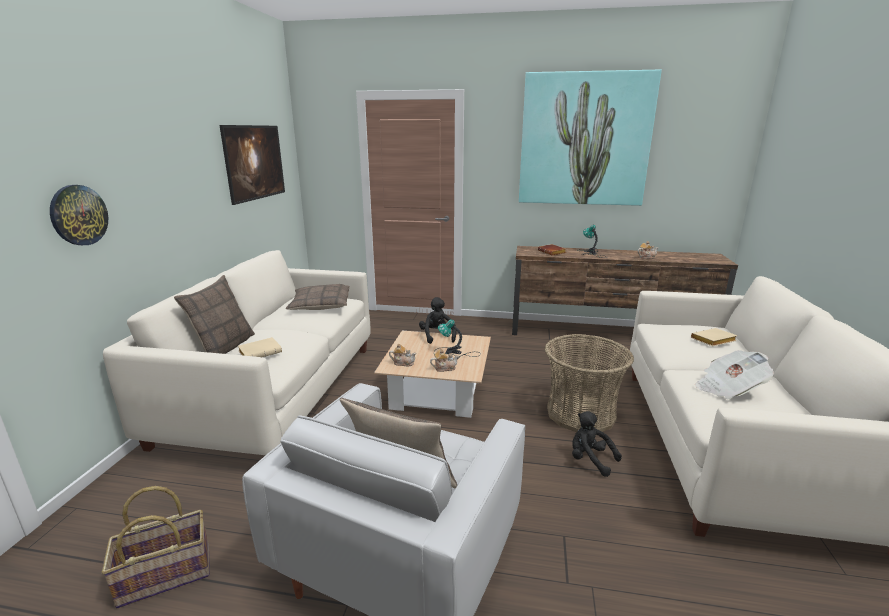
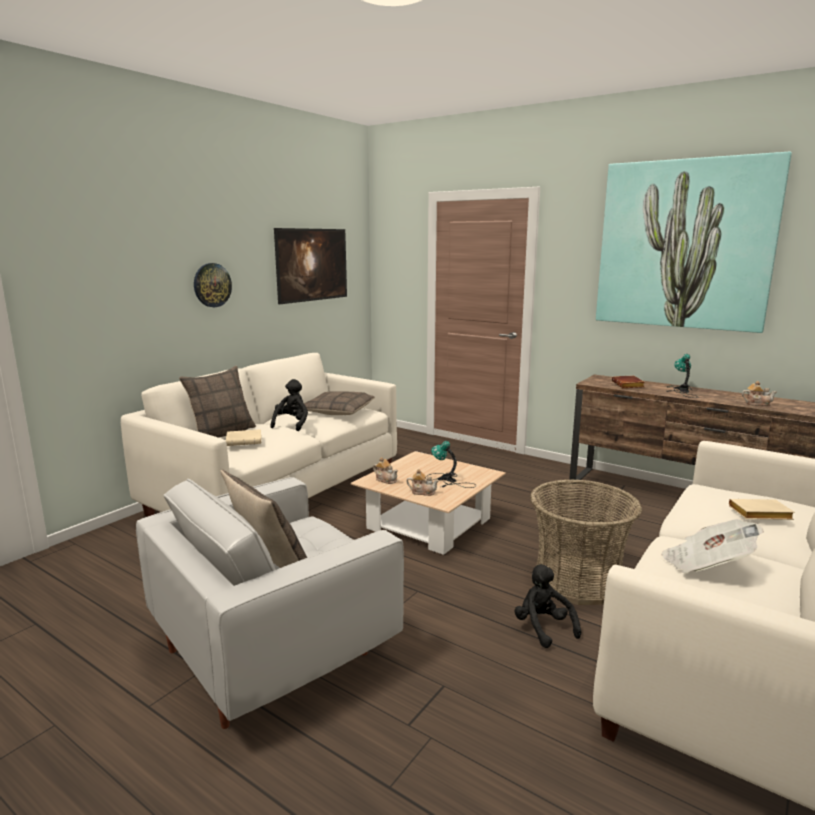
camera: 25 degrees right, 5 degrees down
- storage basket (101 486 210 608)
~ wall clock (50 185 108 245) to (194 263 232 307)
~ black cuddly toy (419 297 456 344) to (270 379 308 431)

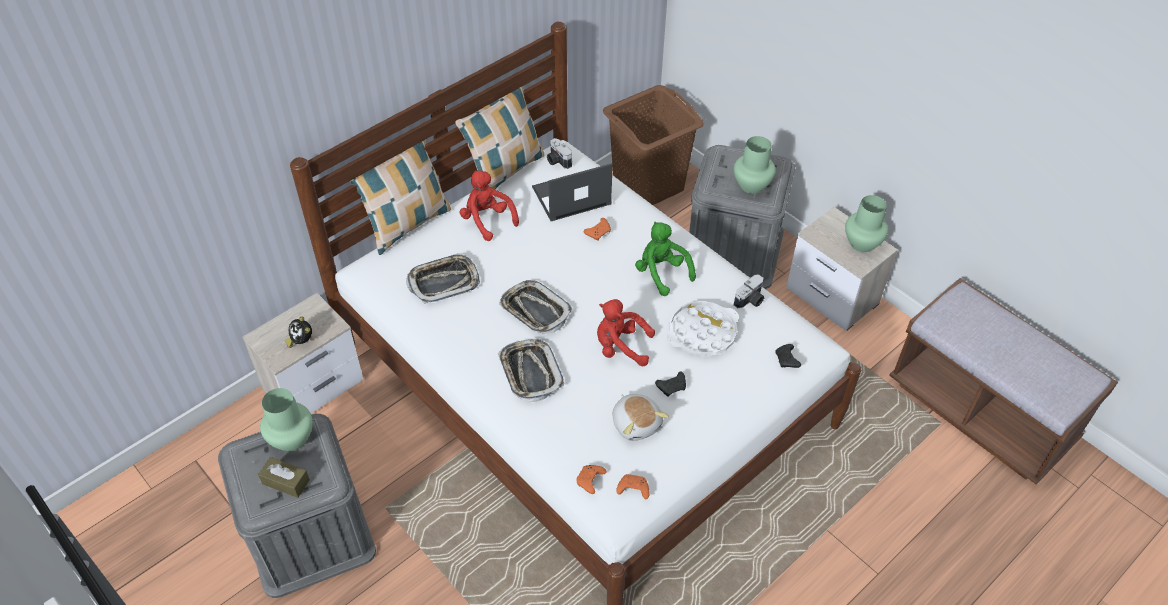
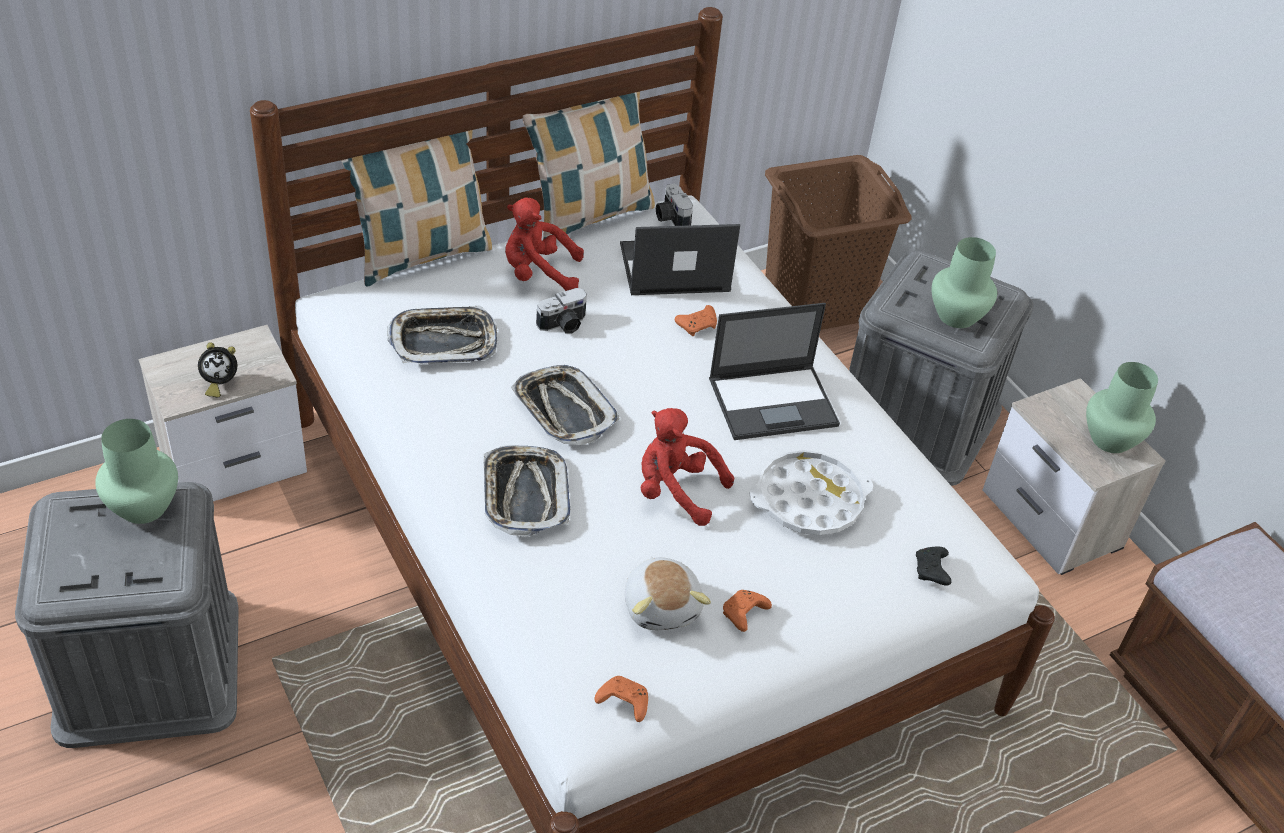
camera: 10 degrees right, 5 degrees down
- brownish tissue box (258 457 310 498)
- black joypad (655 371 686 397)
~ orange-coloured joypad (576 465 606 494) to (723 590 772 632)
~ photo camera (734 274 764 308) to (536 288 587 334)
~ green-coloured cuddly toy (635 222 696 296) to portable computer (709 303 840 440)
~ alarm clock (285 316 312 348) = (198 342 237 397) 75 degrees counterclockwise
~ reddish cuddly toy (459 170 519 241) = (505 198 584 291) 60 degrees counterclockwise

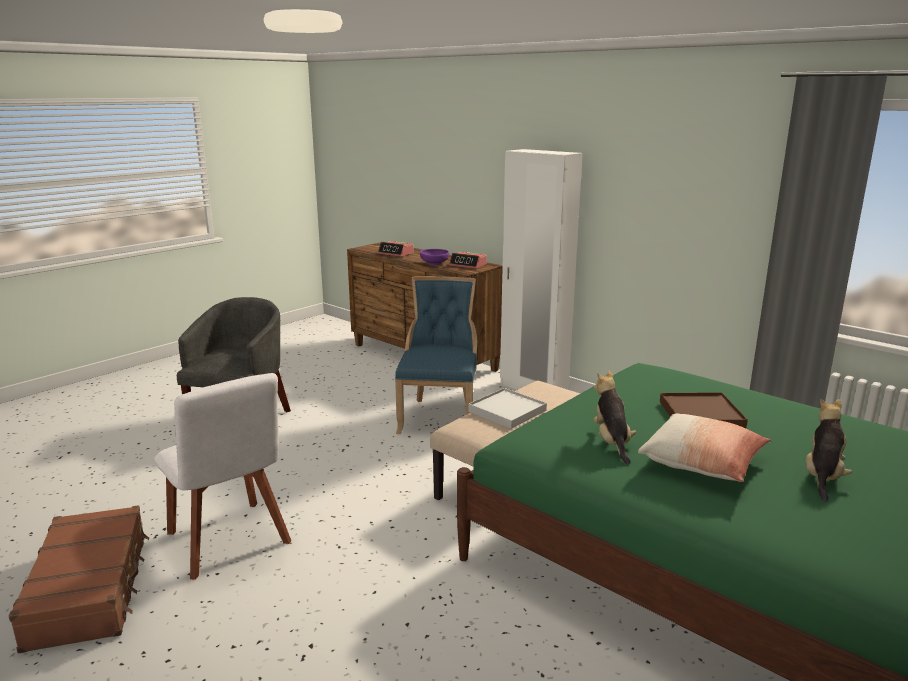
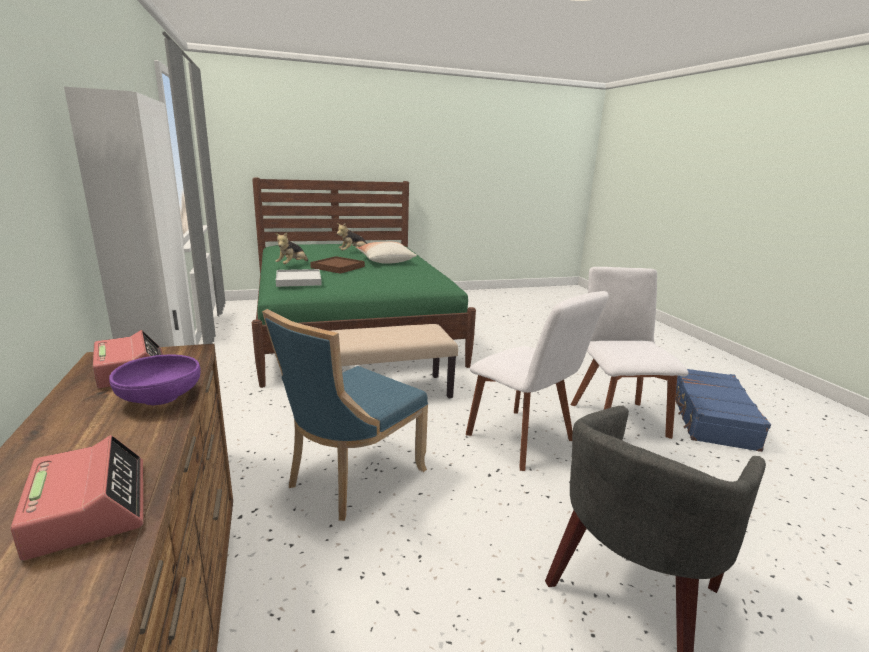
camera: 150 degrees left, 0 degrees up
+ whitish chair (466 291 609 471)
~ whitish carrying tray (468 388 547 429) to (276 269 322 287)
~ cuddly toy (594 370 636 465) to (275 232 308 264)
~ brownish travel case (8 505 149 653) to blue travel case (676 369 771 452)

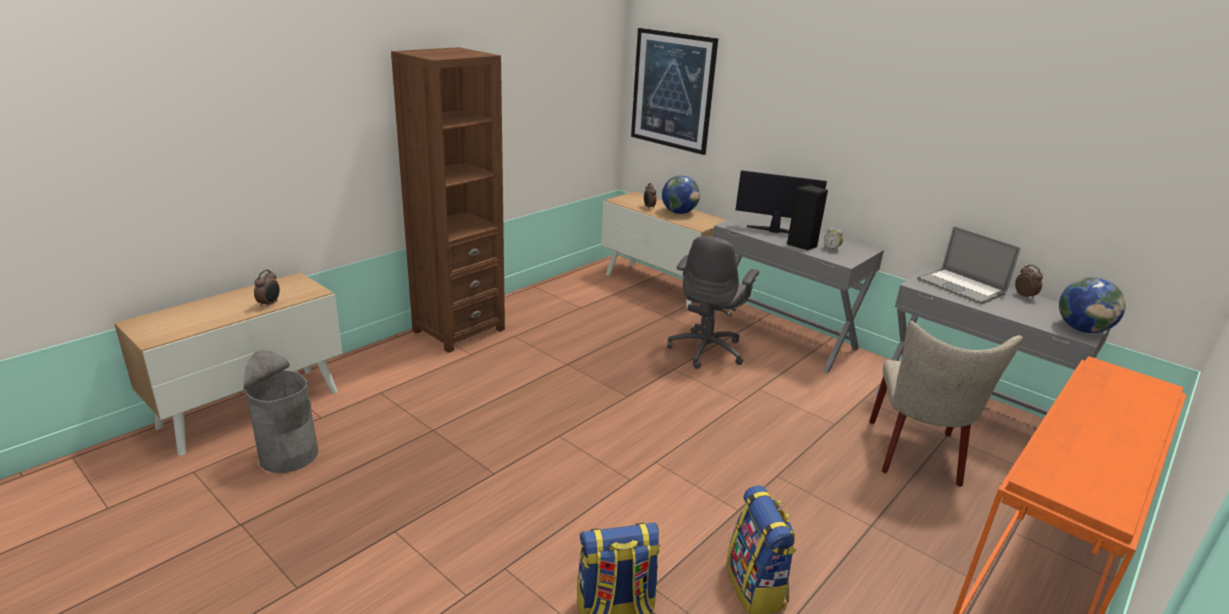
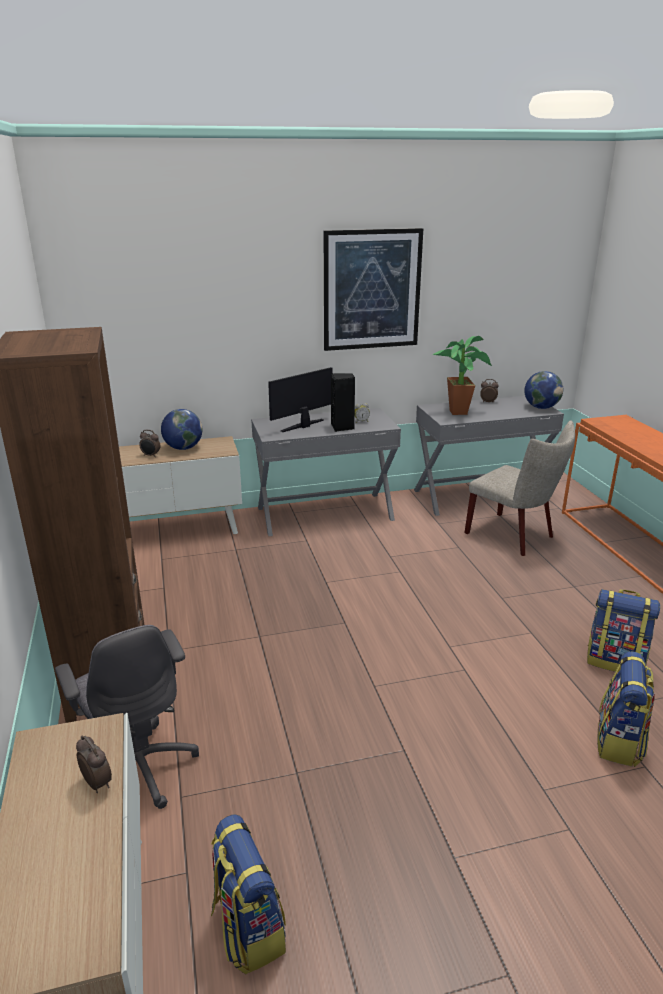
camera: 55 degrees left, 0 degrees up
~ wall picture (631 28 718 155) to (324 228 423 351)
~ grey computer chair (667 236 759 369) to (55 625 199 809)
~ grey waste bin (244 350 319 473) to rucksack (211 814 286 975)
~ portable computer (917 226 1020 304) to houseplant (432 336 492 415)

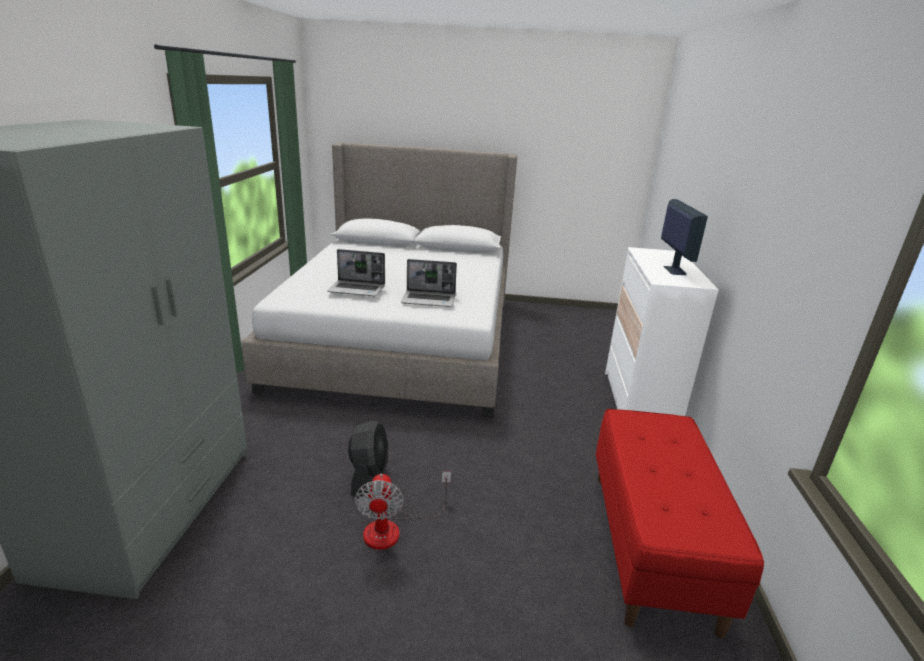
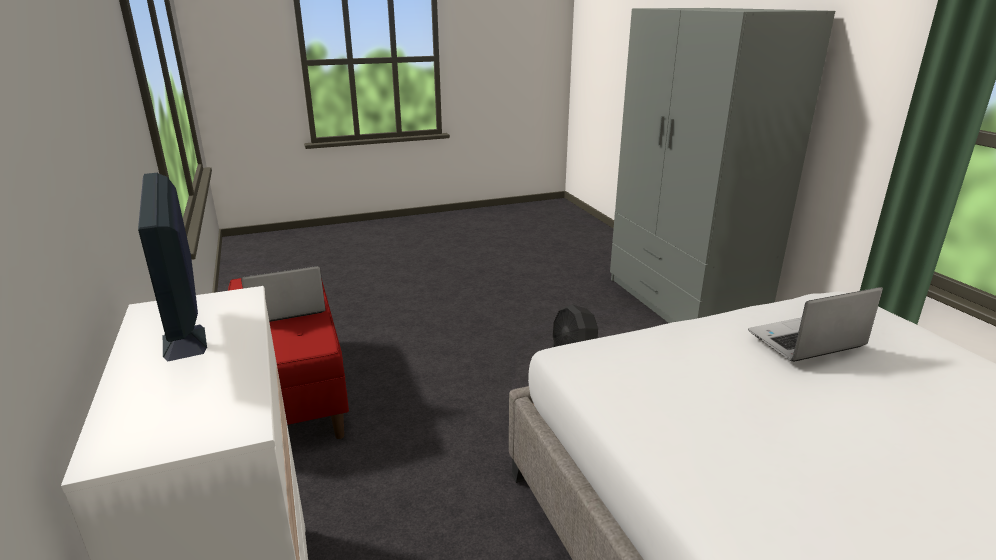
camera: 155 degrees right, 0 degrees up
- cooling fan (355 472 451 550)
~ portable computer (401 259 457 307) to (241 266 326 322)

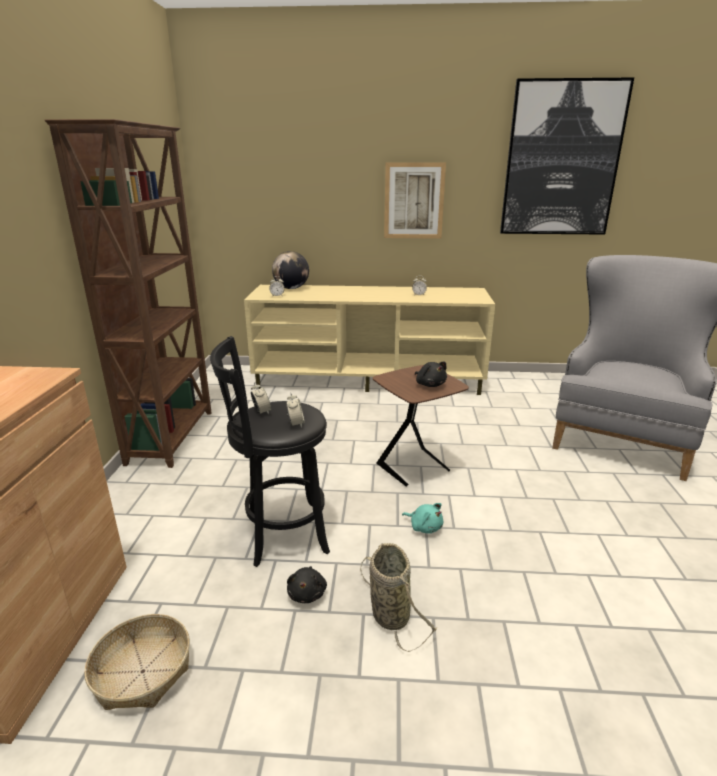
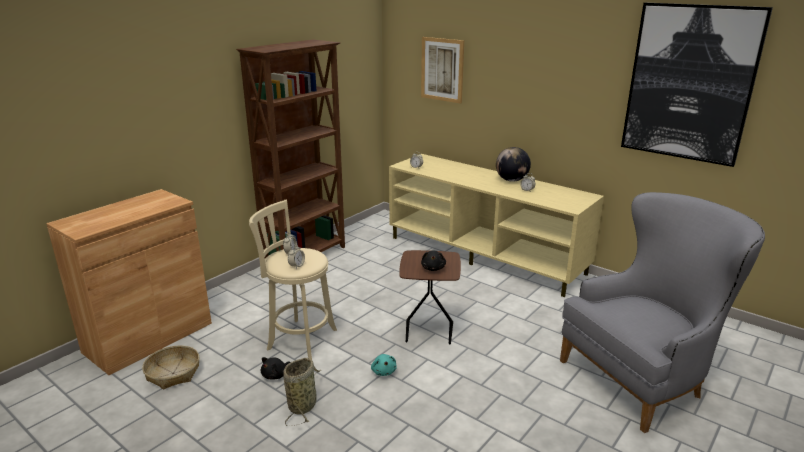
camera: 35 degrees right, 0 degrees up
~ desk globe (272 251 309 289) to (496 147 531 182)
~ wall picture (384 162 446 239) to (421 37 464 104)
~ black sitting stool (210 336 330 567) to sand-coloured sitting stool (249 200 337 360)

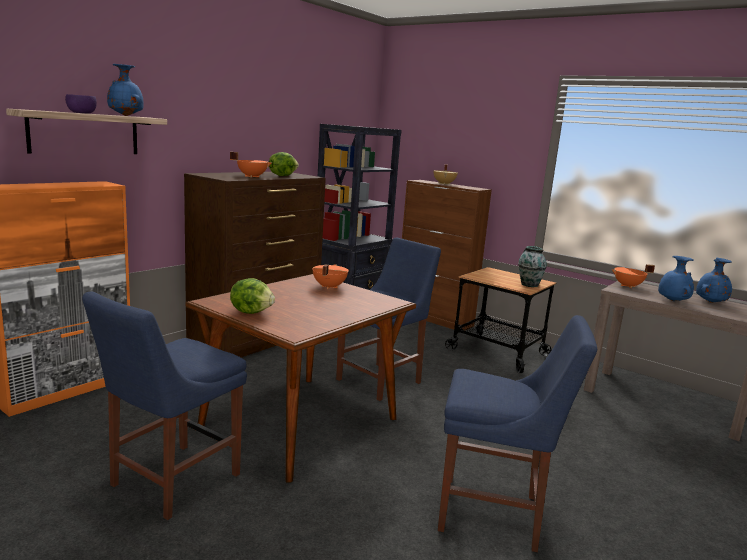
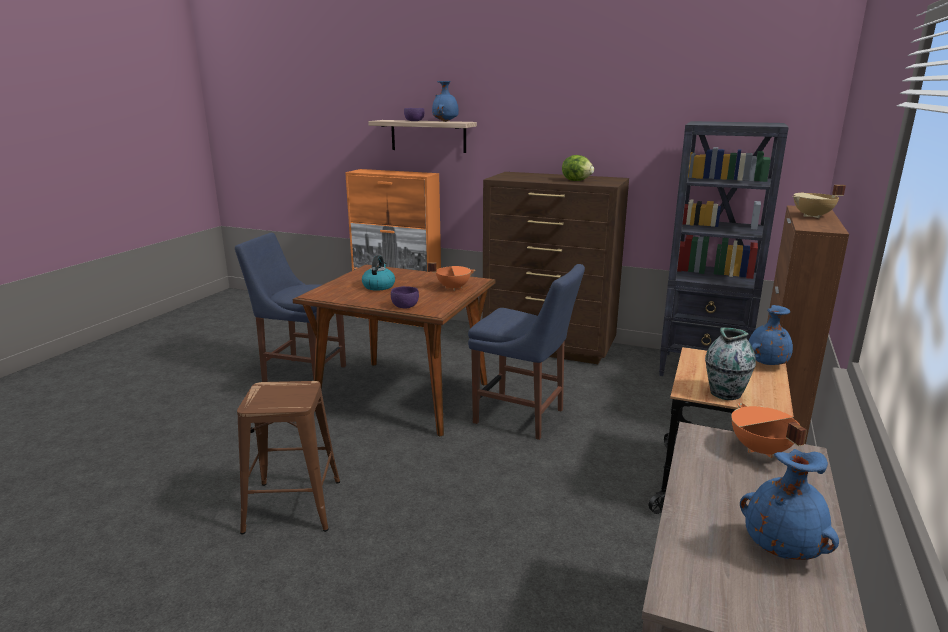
camera: 75 degrees right, 5 degrees up
- orange-coloured stockpot (230 152 272 178)
- head of lettuce (230 278 275 314)
+ tea kettle (362 255 395 291)
+ purple bowl (391 286 419 308)
~ blue flower vase (658 256 694 301) to (749 305 793 365)
~ blue chair (438 315 597 552) to brownish sitting stool (237 381 340 535)

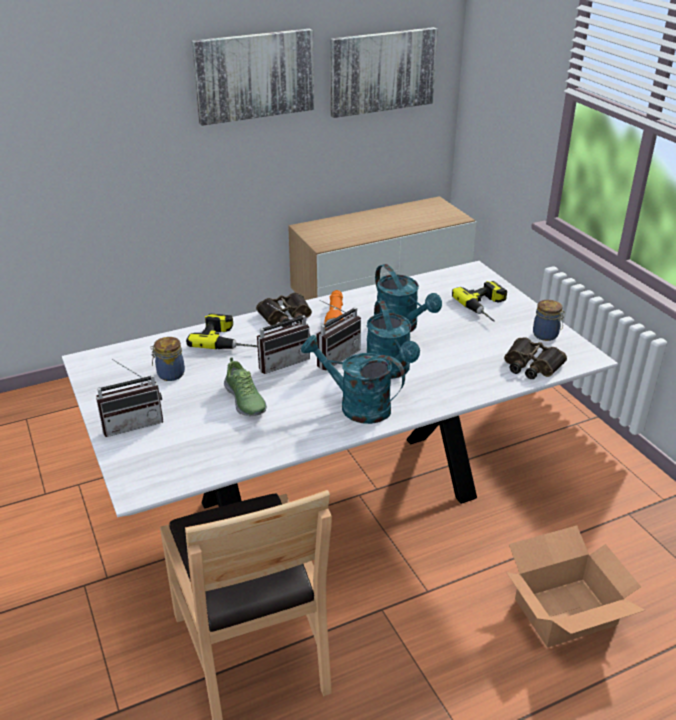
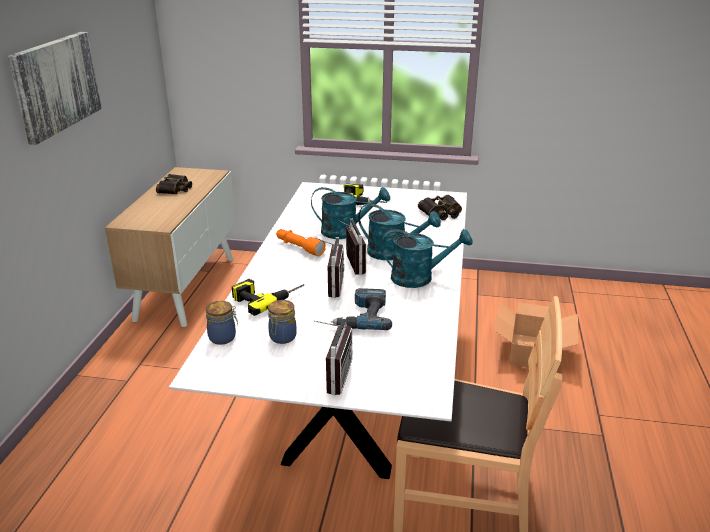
camera: 55 degrees left, 5 degrees down
- wall picture (330 27 438 118)
~ pair of binoculars (256 292 312 328) to (156 174 192 194)
~ preserve jar (533 300 565 341) to (206 301 238 345)
~ shoe (224 358 267 417) to drill (331 288 392 330)
~ blue-green watering pot (301 335 405 424) = (381 229 473 288) 150 degrees counterclockwise

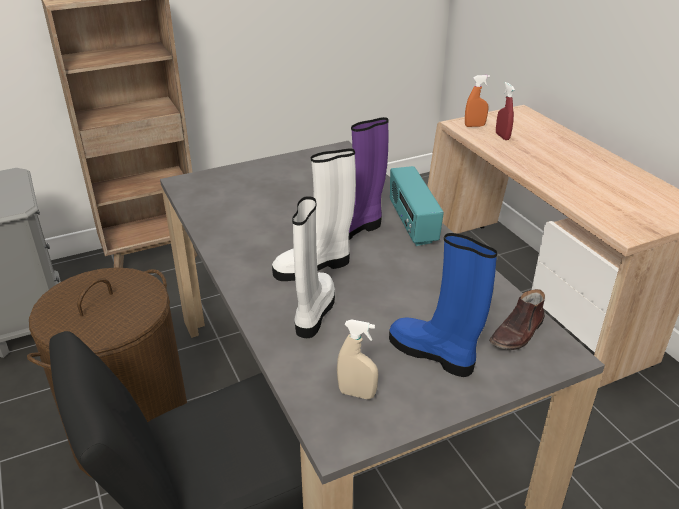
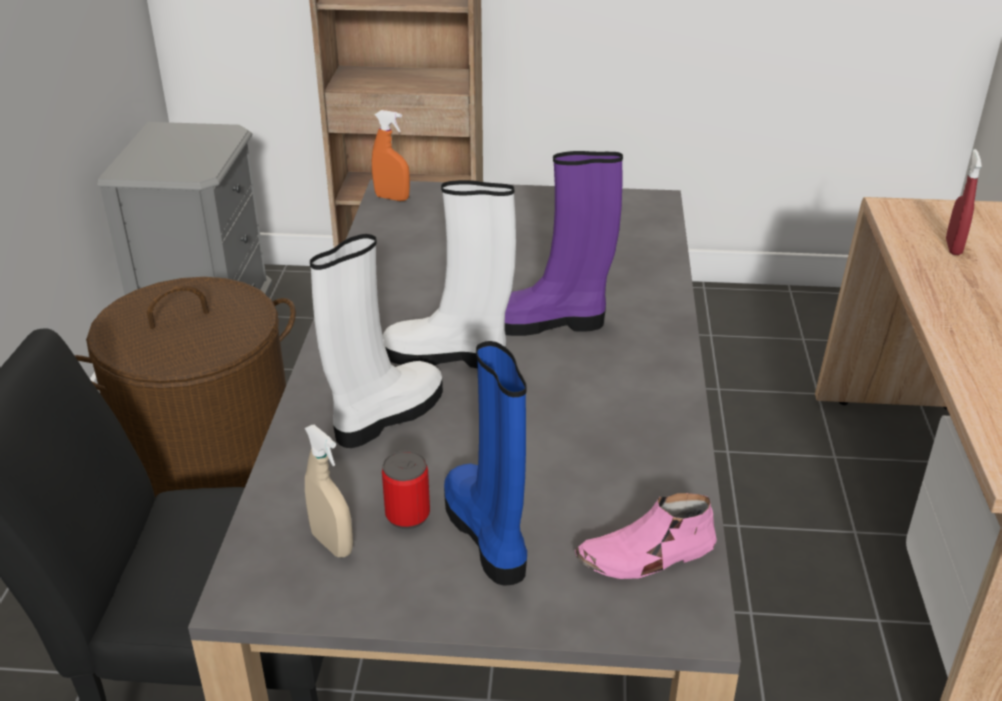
camera: 30 degrees right, 0 degrees up
- radio set (390 166 444 246)
+ metal can (382 450 430 529)
~ orange-coloured sprayer (465 75 490 127) to (372 110 410 201)
~ brownish shoe (489 289 545 350) to pink shoe (575 493 717 579)

